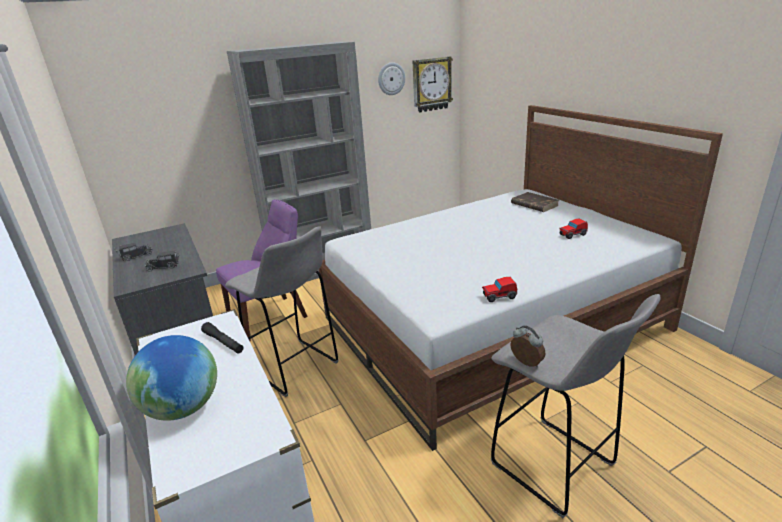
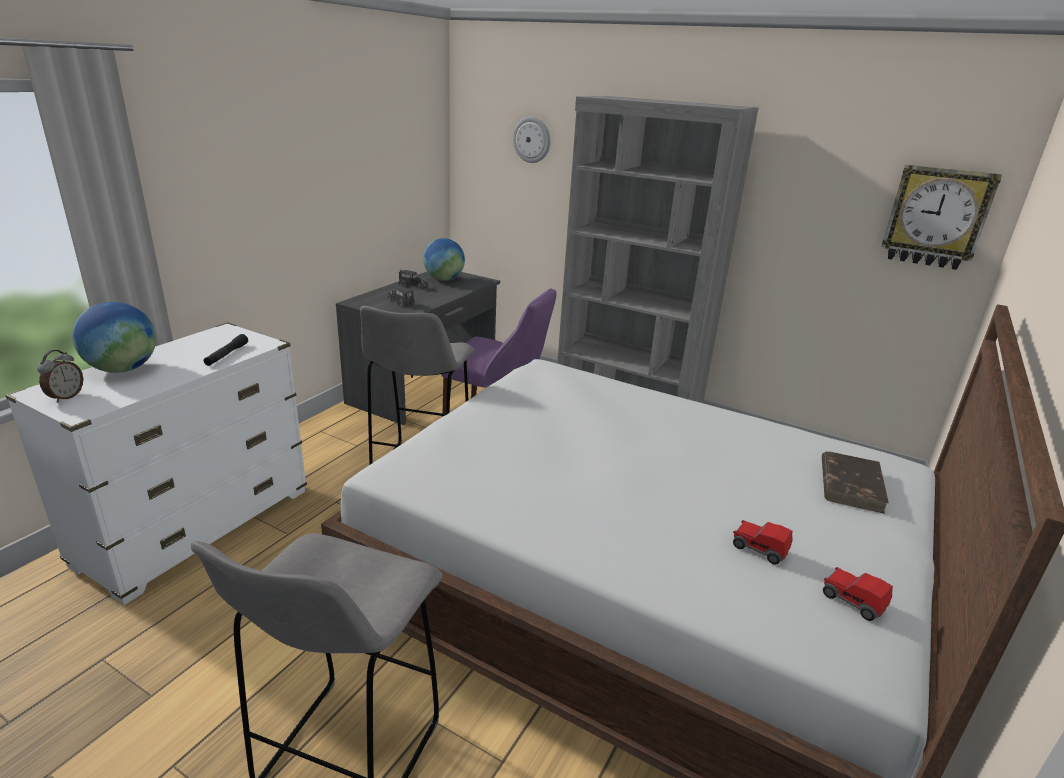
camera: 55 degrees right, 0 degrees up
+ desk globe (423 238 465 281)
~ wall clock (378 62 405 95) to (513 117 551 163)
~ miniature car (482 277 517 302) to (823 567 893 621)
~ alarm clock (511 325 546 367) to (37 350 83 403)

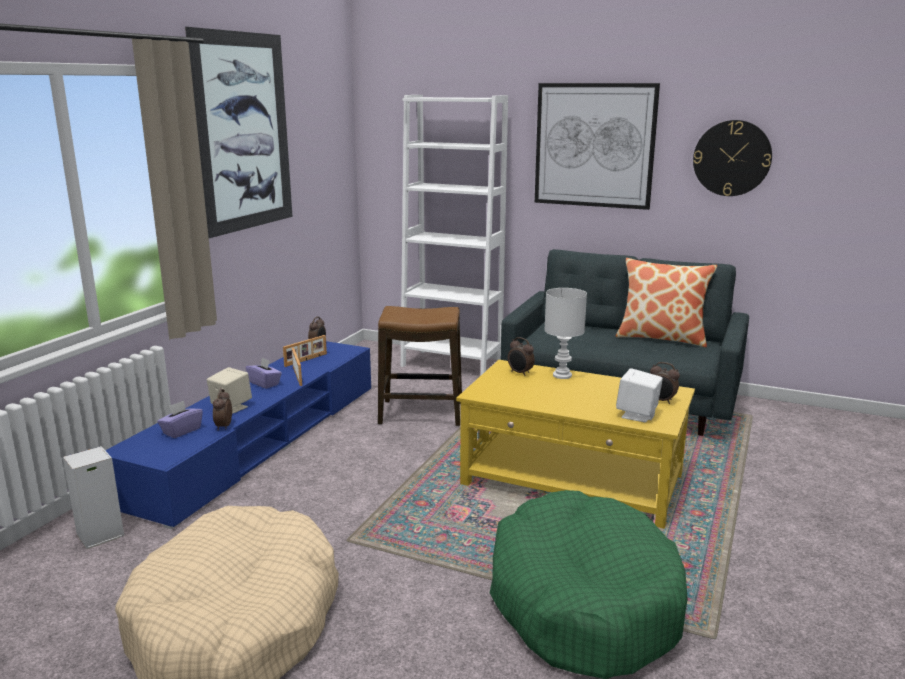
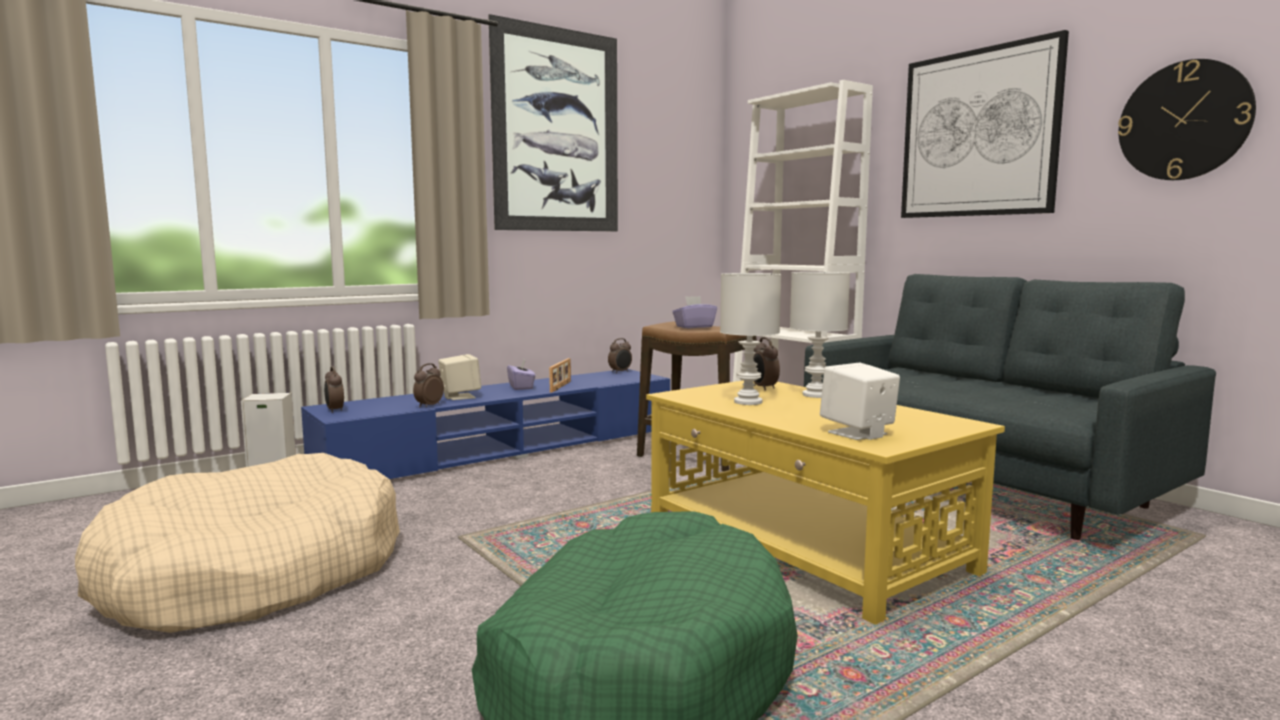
camera: 30 degrees right, 10 degrees down
- standing frame (283 335 327 367)
- pillow (615 258 717 347)
+ whitish table lamp (720 273 781 405)
~ purple tissue box (157 400 203 438) to (672 296 717 328)
~ alarm clock (650 362 680 404) to (324 367 344 413)

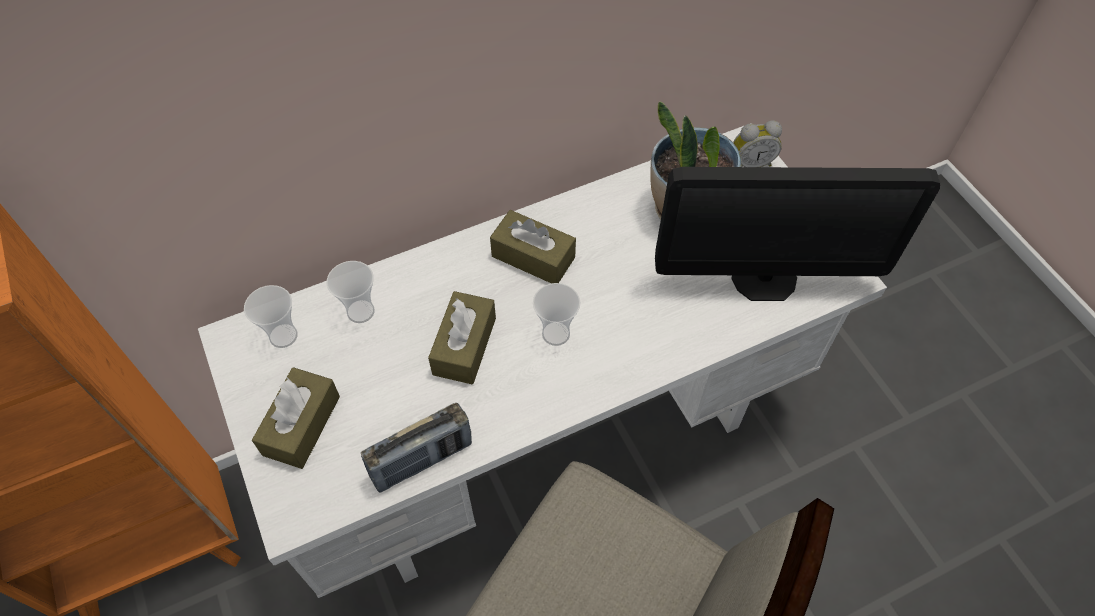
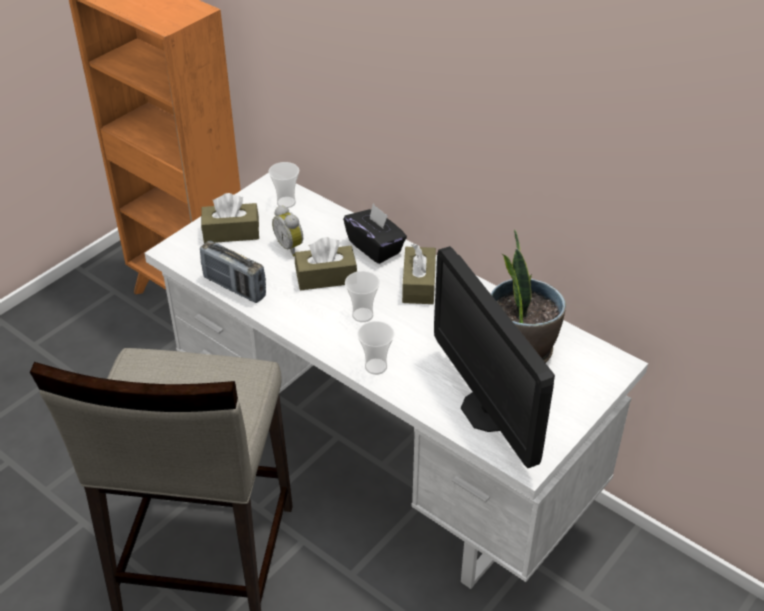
camera: 65 degrees right, 15 degrees down
+ black tissue box (343 204 407 264)
~ small cup (326 261 375 323) to (357 321 394 375)
~ alarm clock (733 121 782 167) to (272 205 303 257)

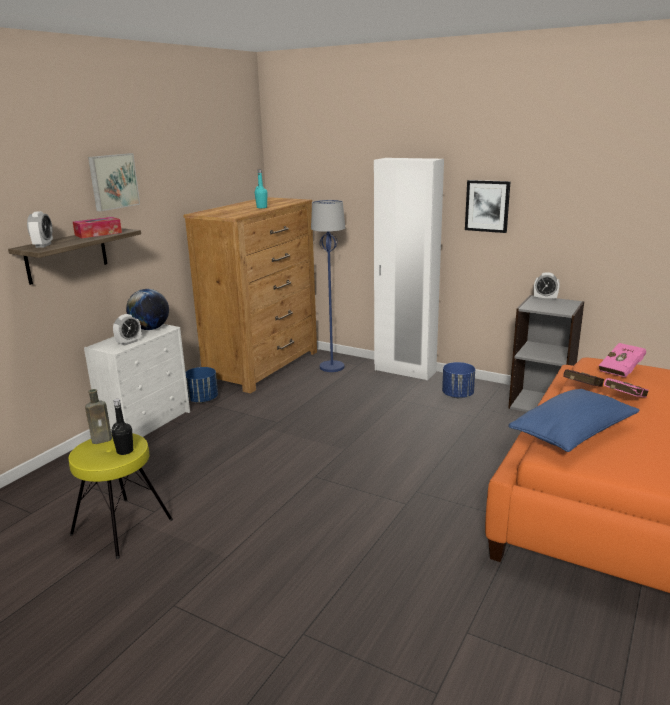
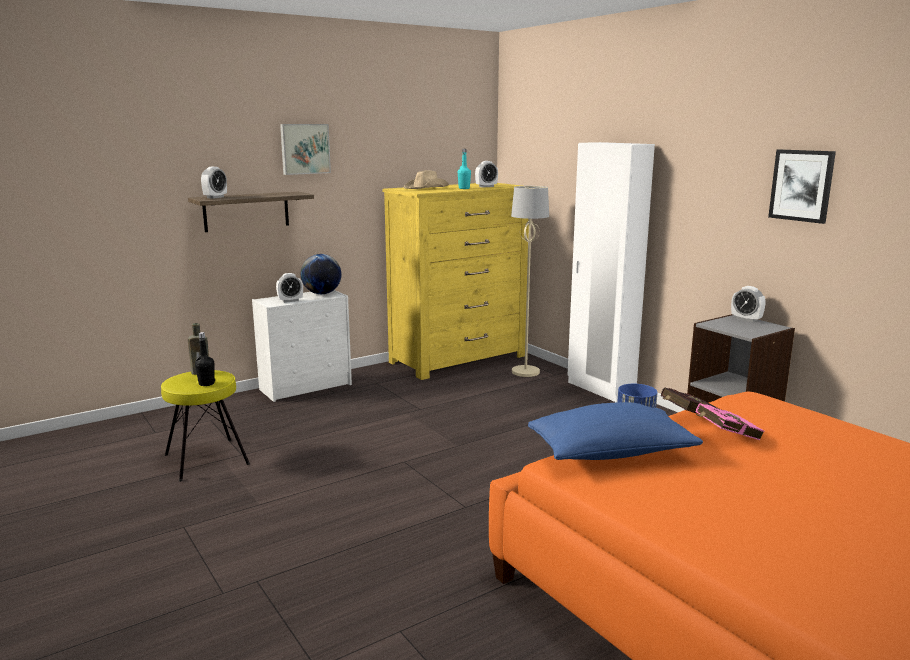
camera: 25 degrees right, 5 degrees down
- tissue box (73 217 122 238)
- blue plant pot (186 367 218 403)
- pink bound book (599 343 646 378)
+ sand-coloured wearable hat (404 170 449 189)
+ alarm clock (475 161 498 188)
~ wall picture (465 180 511 233) to (768 149 836 224)
~ brownish drawer chest (183 197 317 393) to yellowish drawer chest (383 183 529 380)
~ blue standard lamp (311 200 345 372) to sand-coloured standard lamp (511 186 549 377)

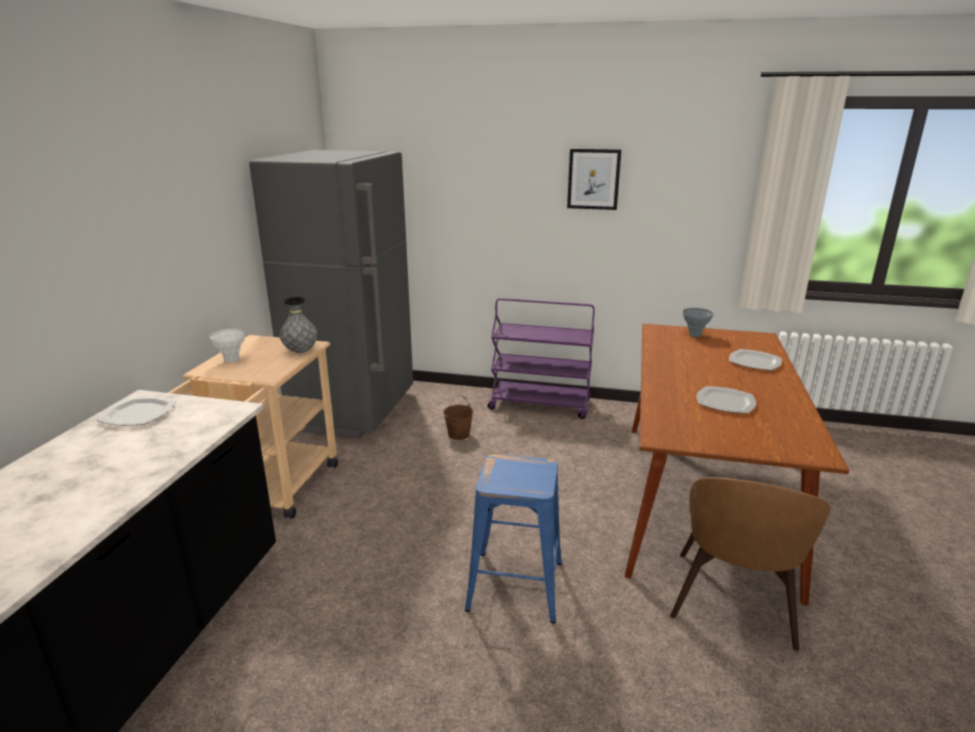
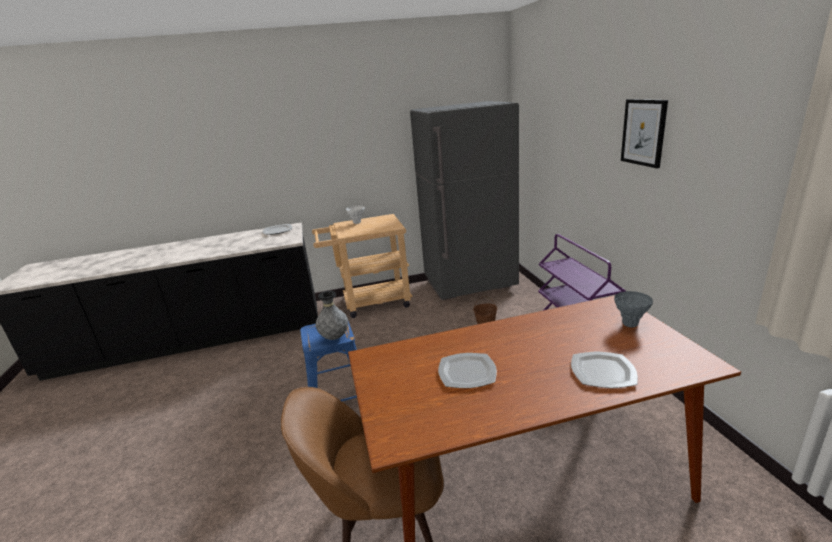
camera: 65 degrees right, 0 degrees up
~ grey flower vase (280 297 317 353) to (315 291 348 340)

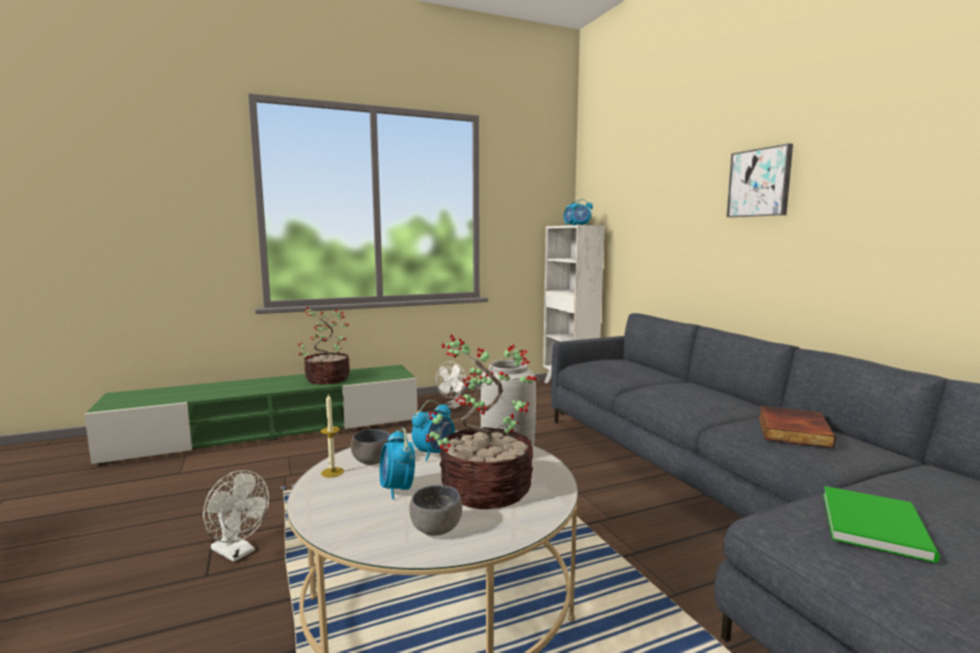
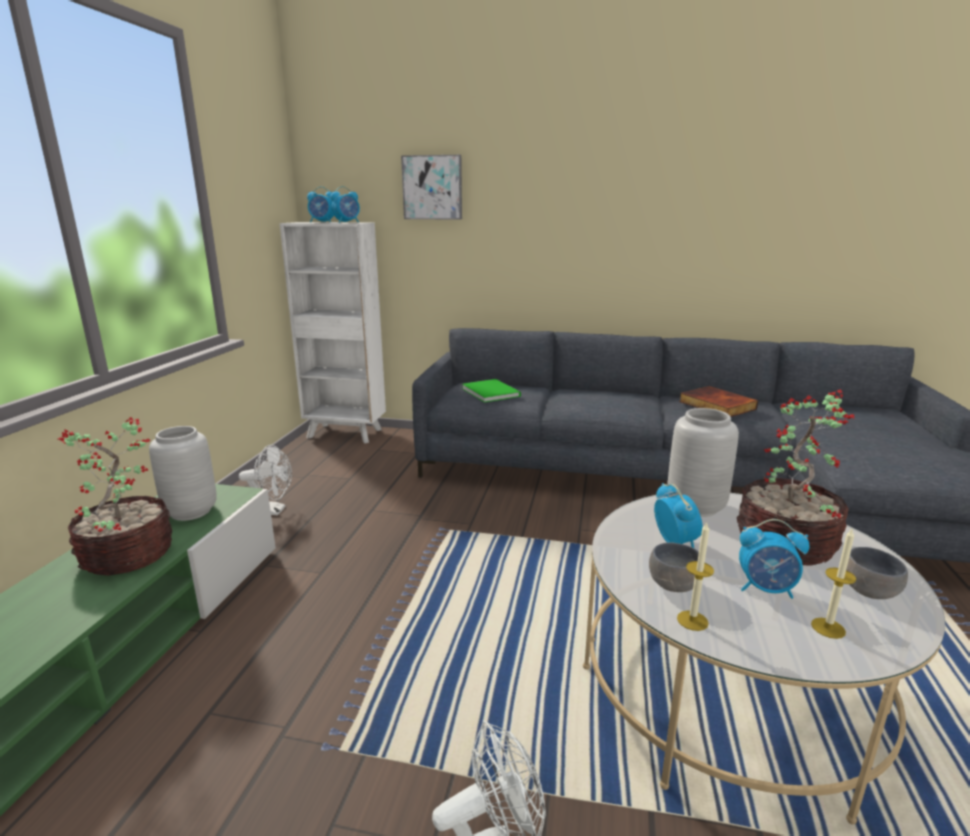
camera: 55 degrees left, 10 degrees up
+ grey flower vase (149 426 217 521)
+ wax candle (811 529 856 639)
~ wall picture (727 143 793 217) to (401 155 462 220)
~ green-coloured bound book (823 486 940 563) to (462 379 521 403)
~ whitish cooling fan (436 361 466 409) = (239 445 292 515) 60 degrees counterclockwise

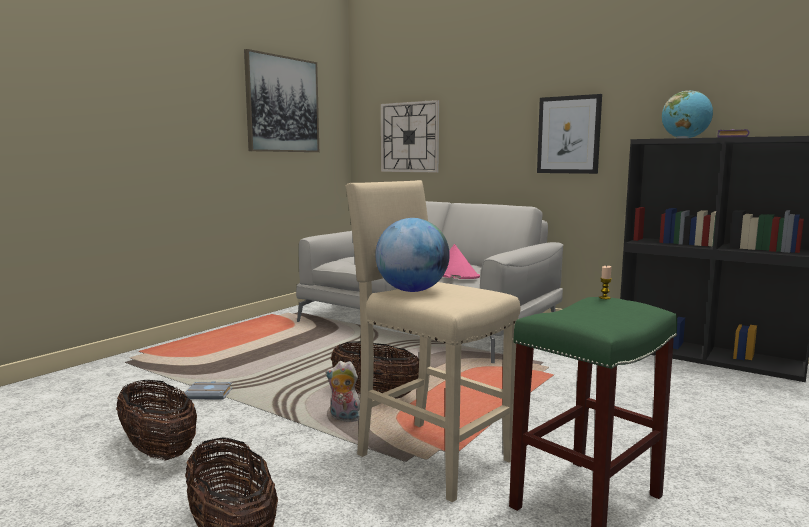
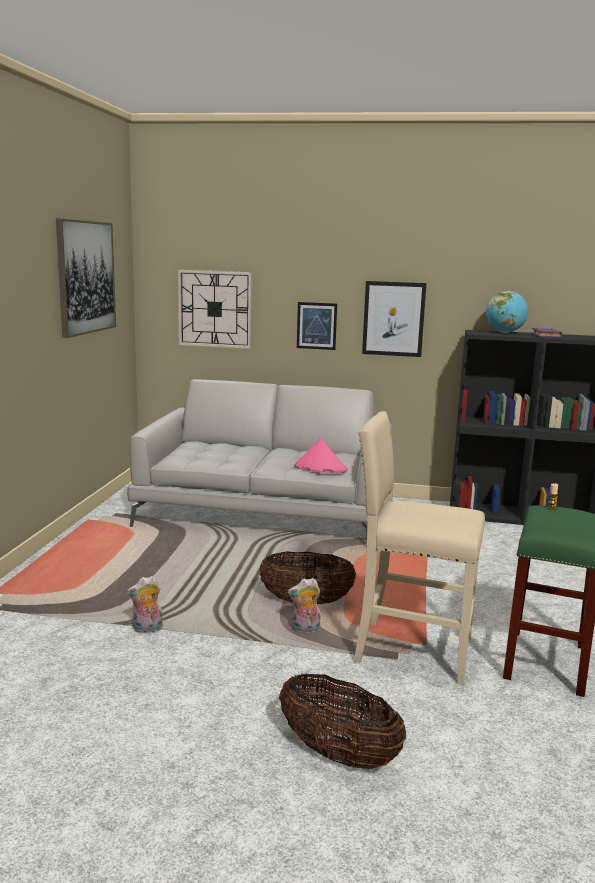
camera: 25 degrees left, 5 degrees up
- storage basket (116 380 197 461)
- desk globe (375 218 450 292)
+ wall picture (297 302 337 350)
~ grey bound book (184 381 232 400) to cuddly toy (127 576 163 634)

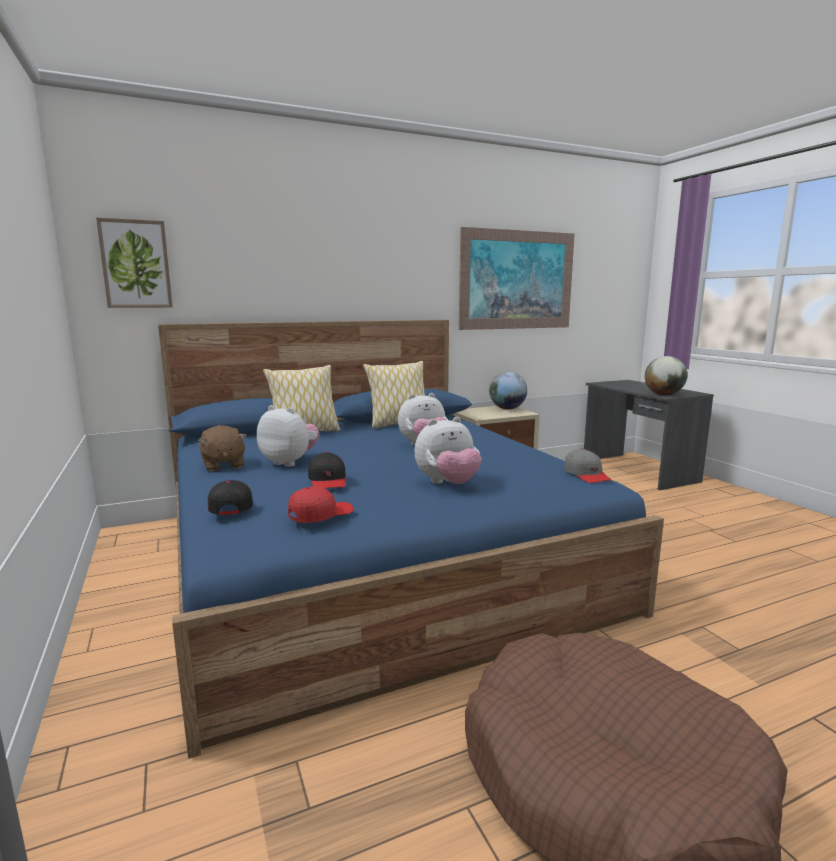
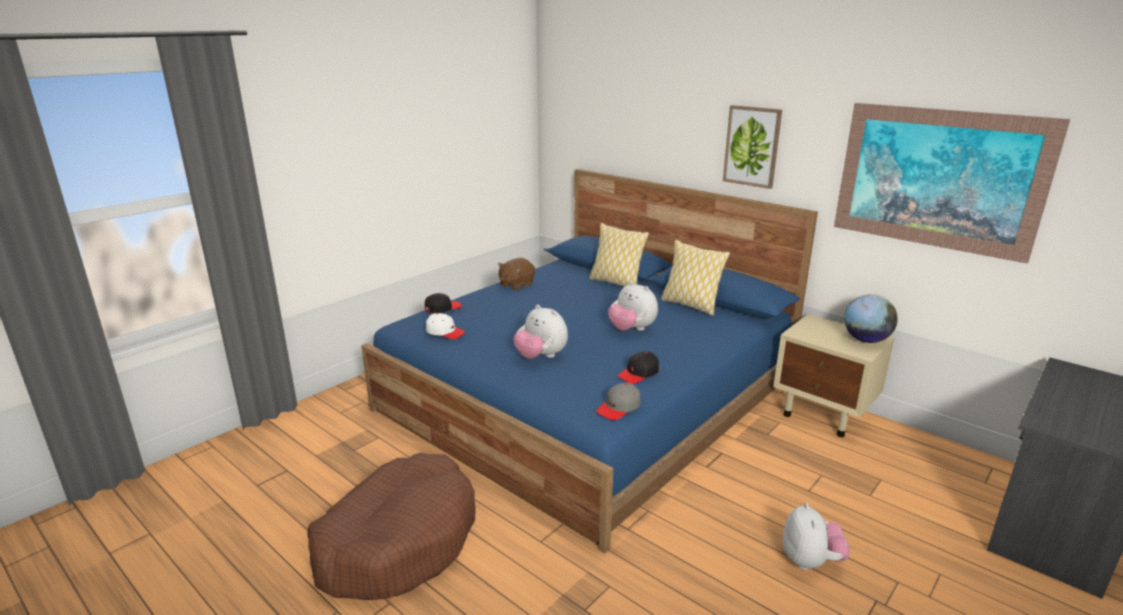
camera: 65 degrees right, 10 degrees up
- desk globe (645 356 688 395)
~ wall picture (96 218 173 308) to (723 105 782 189)
~ cuddly toy (257 405 319 467) to (783 503 850 570)
~ black peaked cap (308 452 346 489) to (617 351 659 384)
~ reddish peaked cap (288 487 354 523) to whitish peaked cap (426 313 466 339)

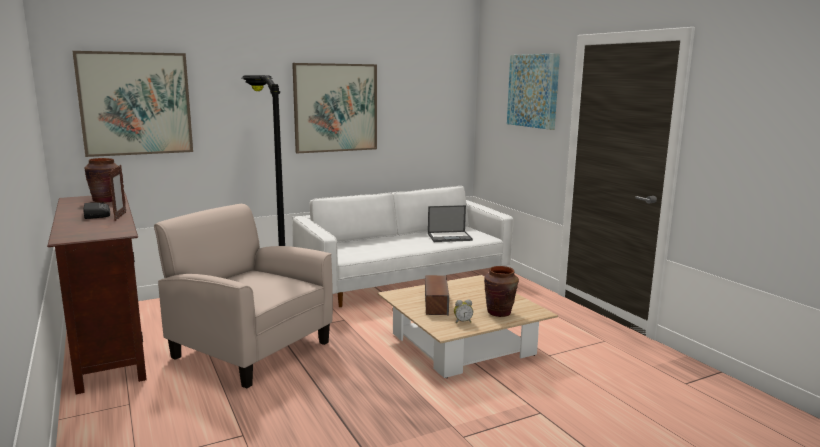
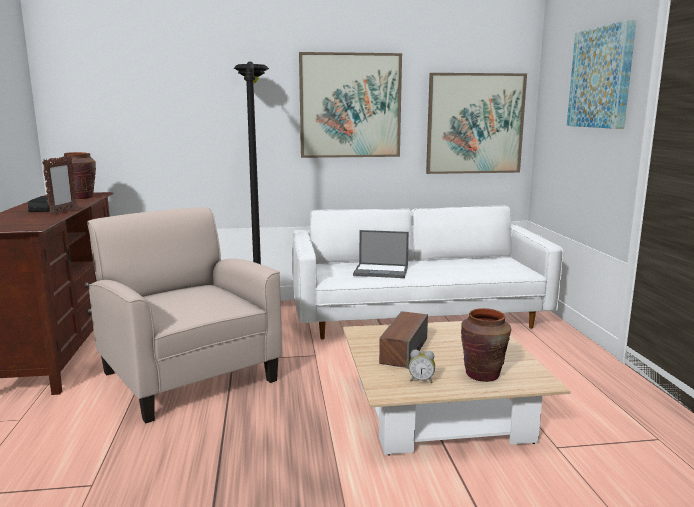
camera: 20 degrees right, 0 degrees up
~ wall picture (72 51 193 157) to (426 73 527 174)
~ portable computer (428 205 473 242) to (353 230 409 278)

